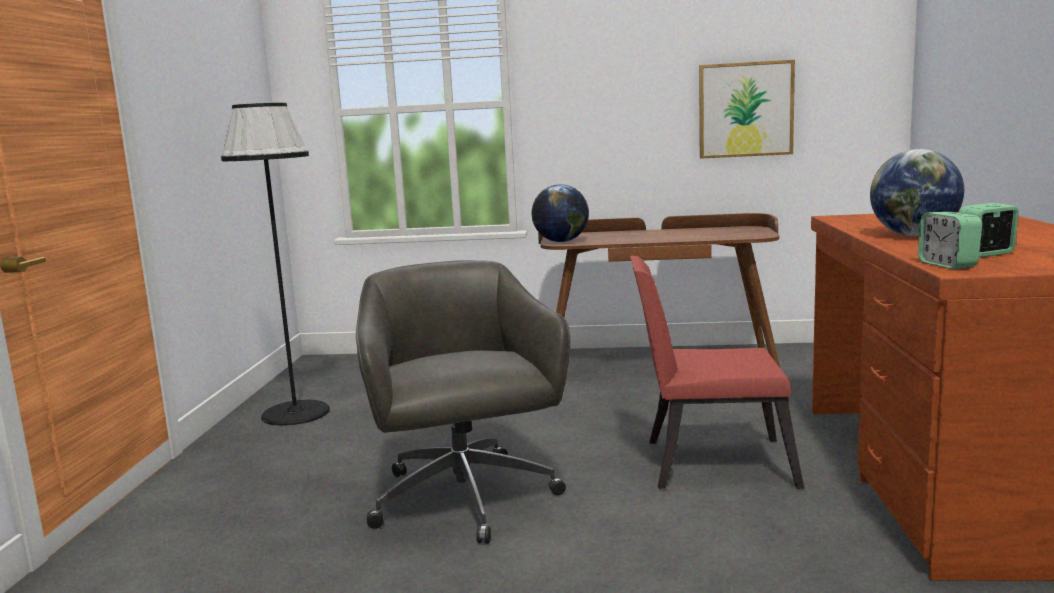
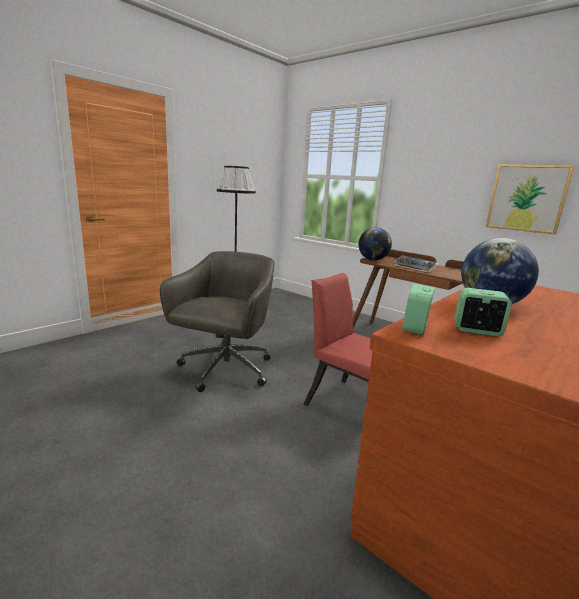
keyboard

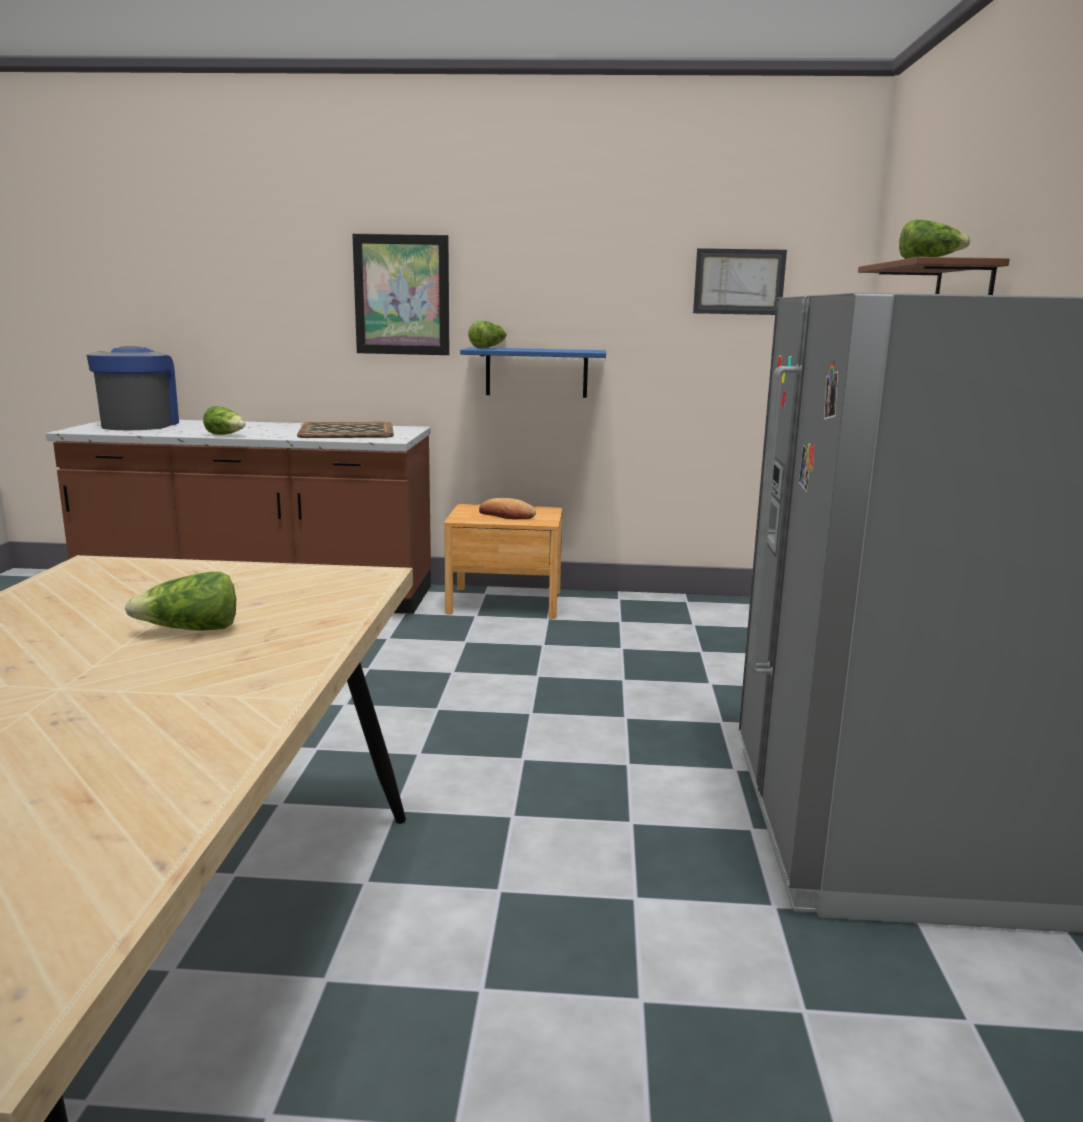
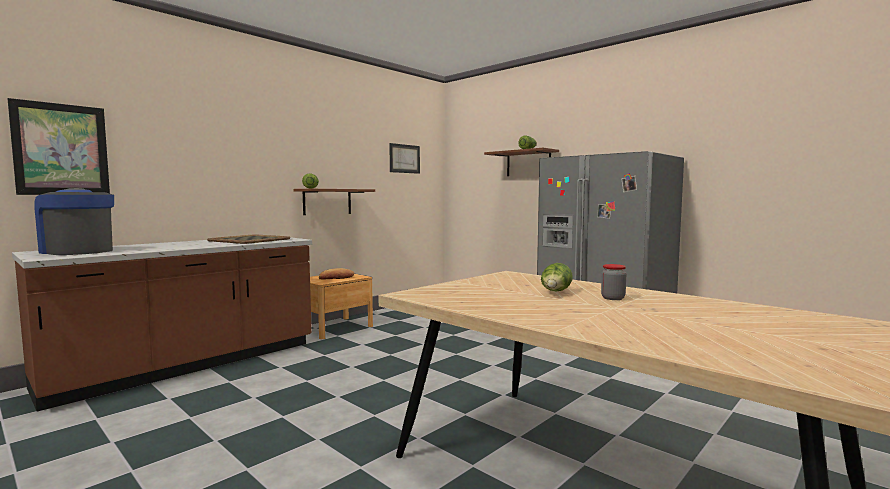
picture (1st from left)
brown shelf (1st from left)
lettuce (2nd from left in the first image)
jar

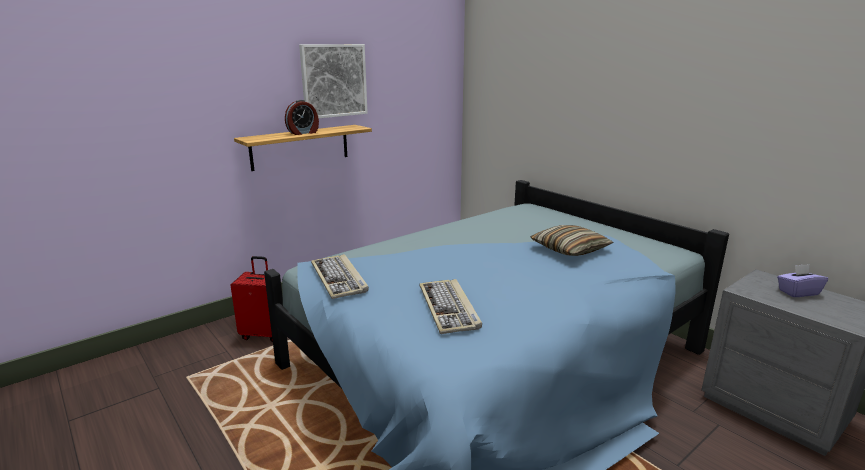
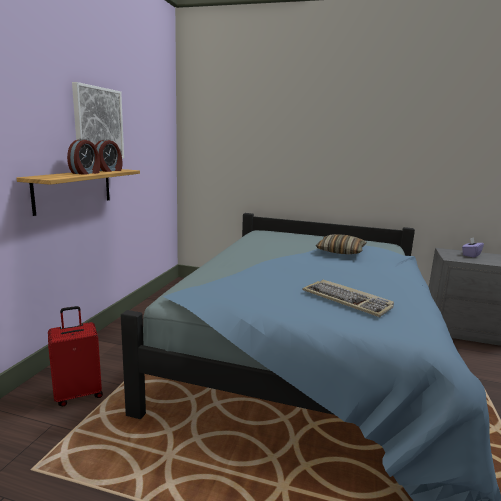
keyboard (1st from left in the first image)
alarm clock (2nd from left)

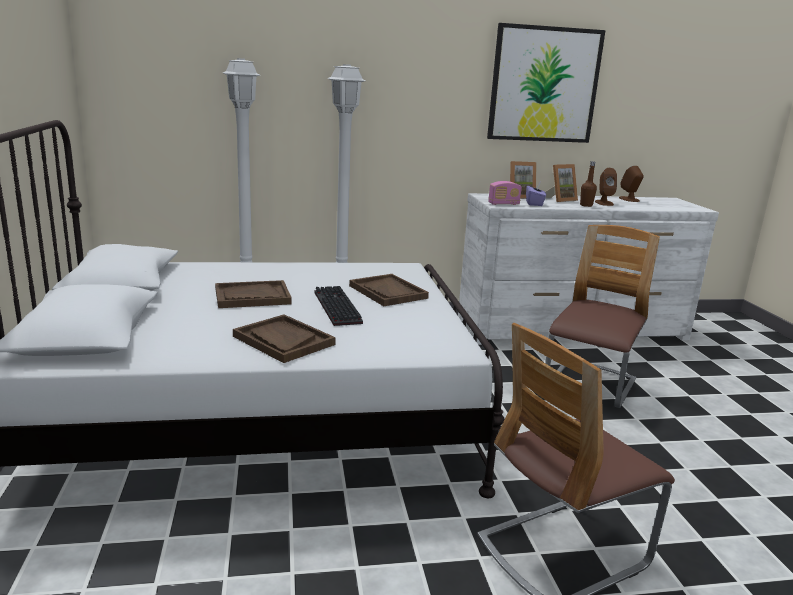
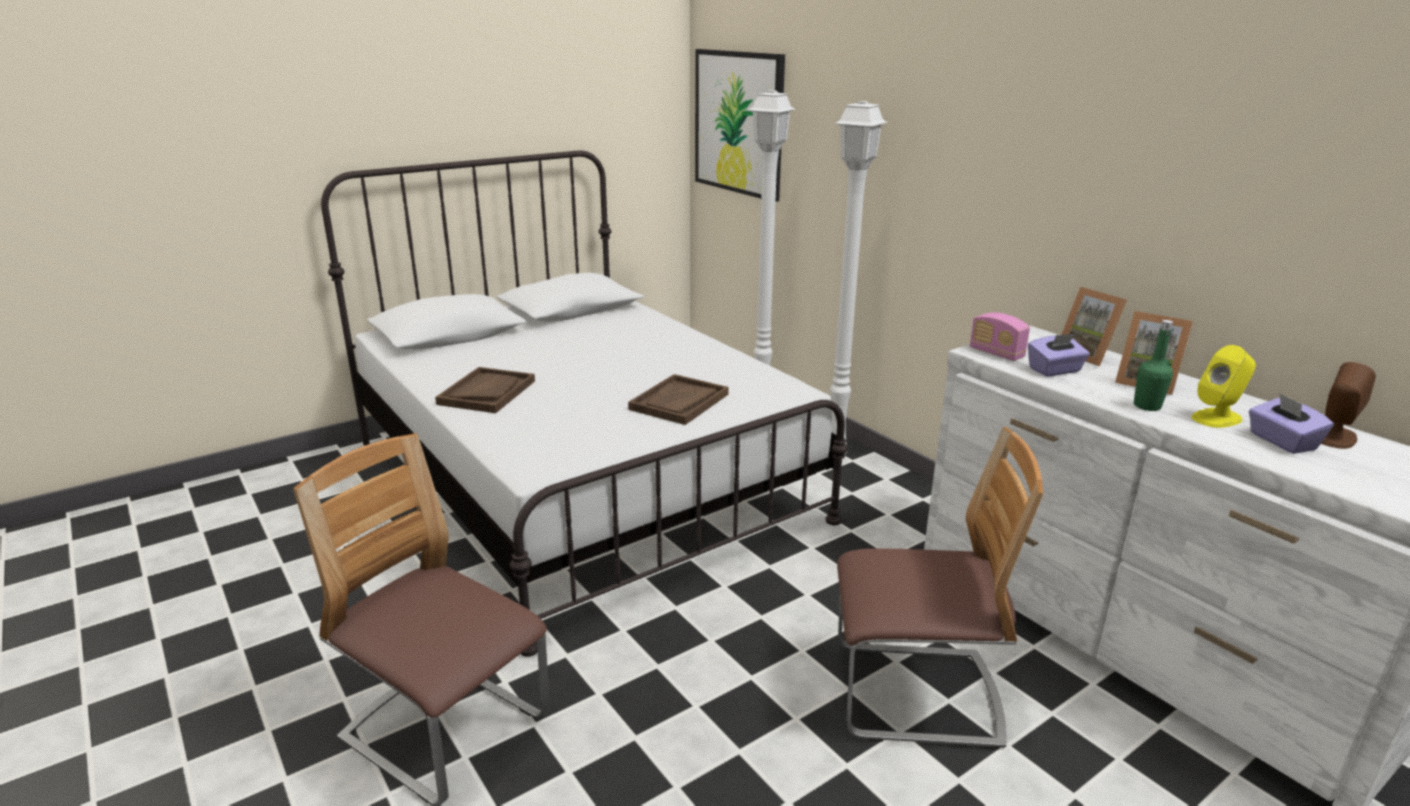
picture
green bottle
yellow speaker
brown tray (1st from left in the first image)
keyboard
purple tissue box (2nd from left)

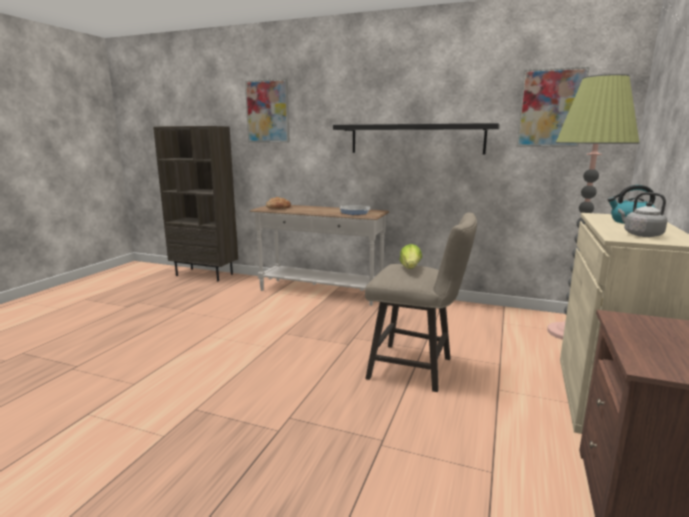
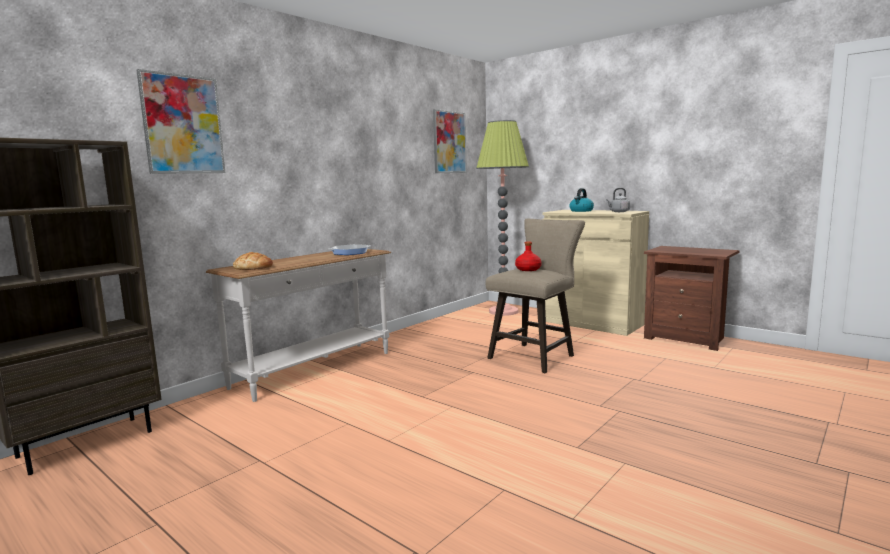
black shelf
red bottle

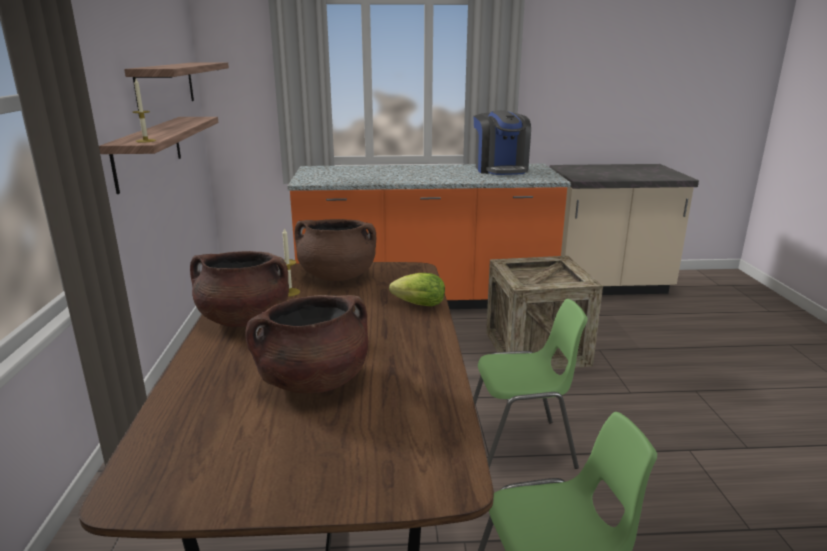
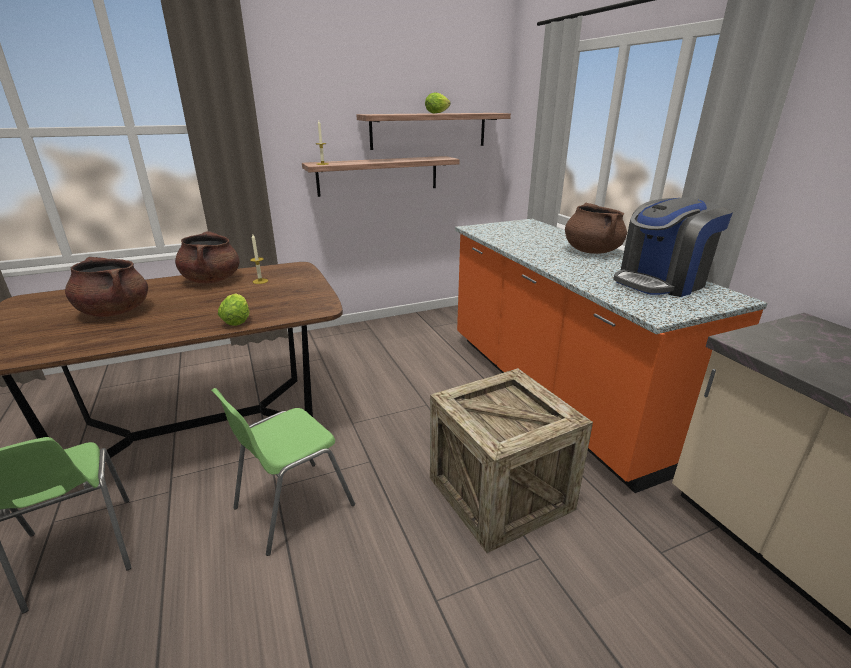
brown cooking pot (3rd from left)
green chair (2nd from left)
lettuce (2nd from left)

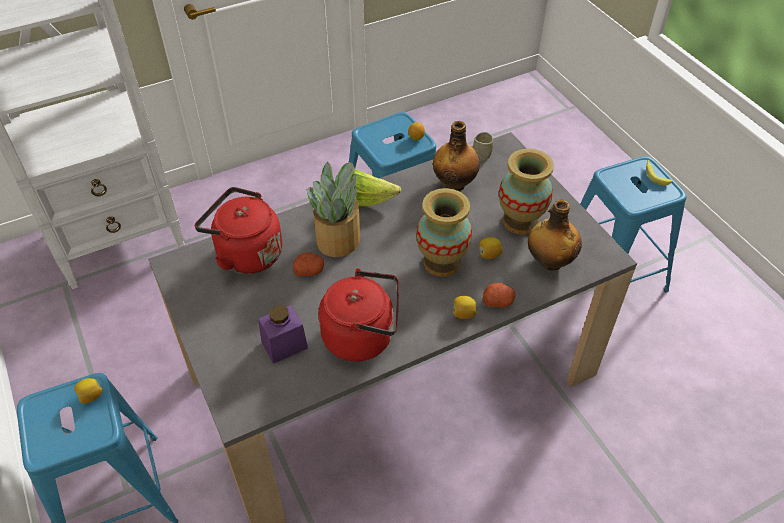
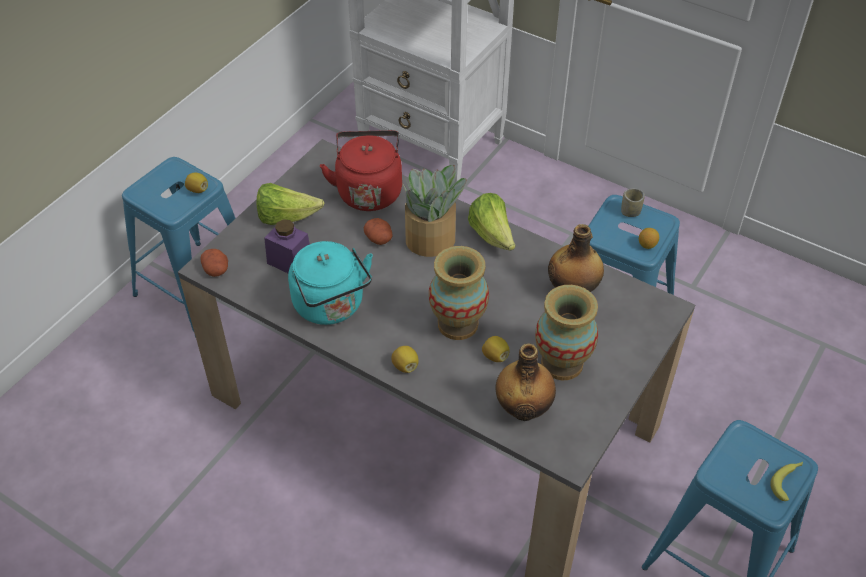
cup
turquoise kettle
potato (1st from left)
lettuce (1st from left)

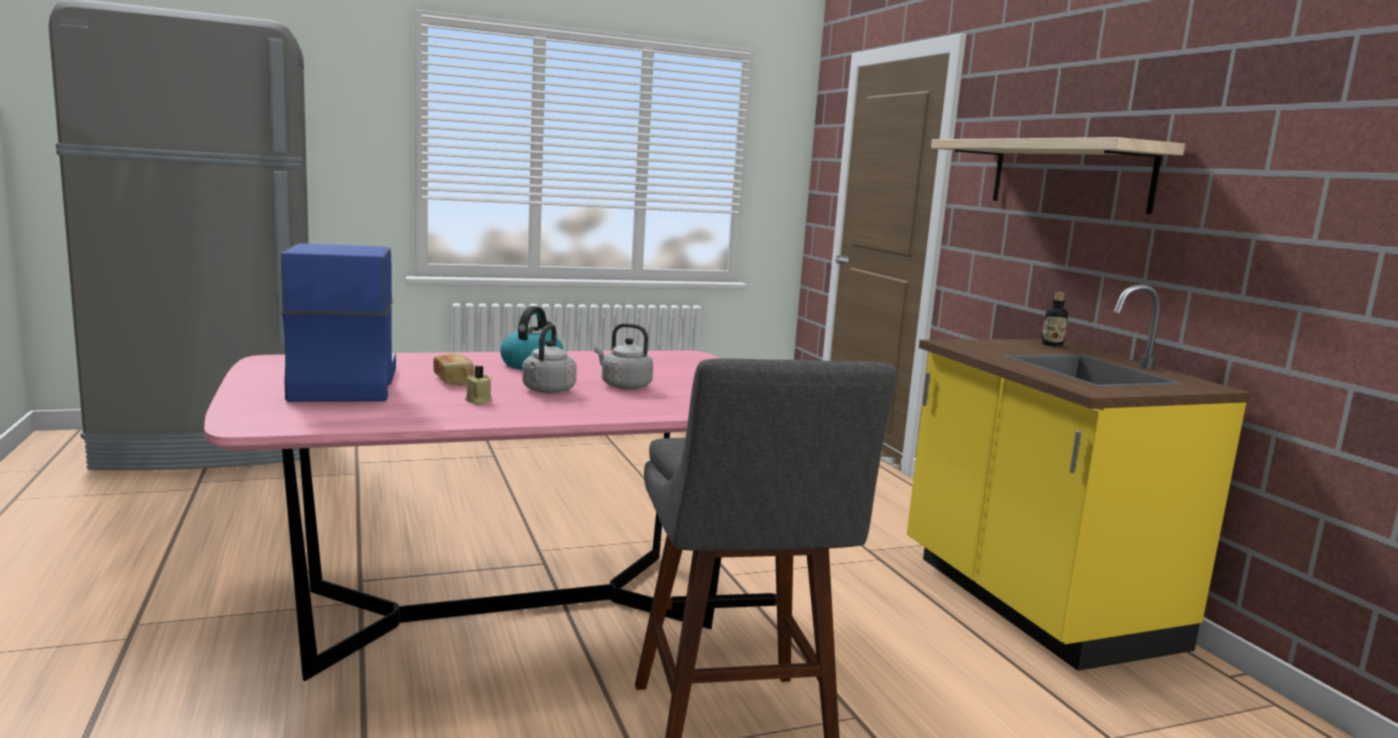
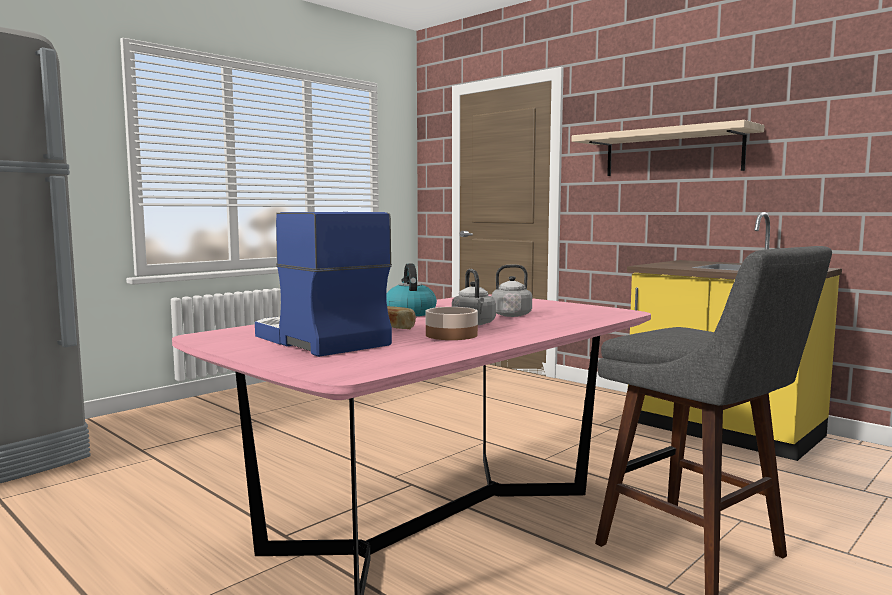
bottle
bowl

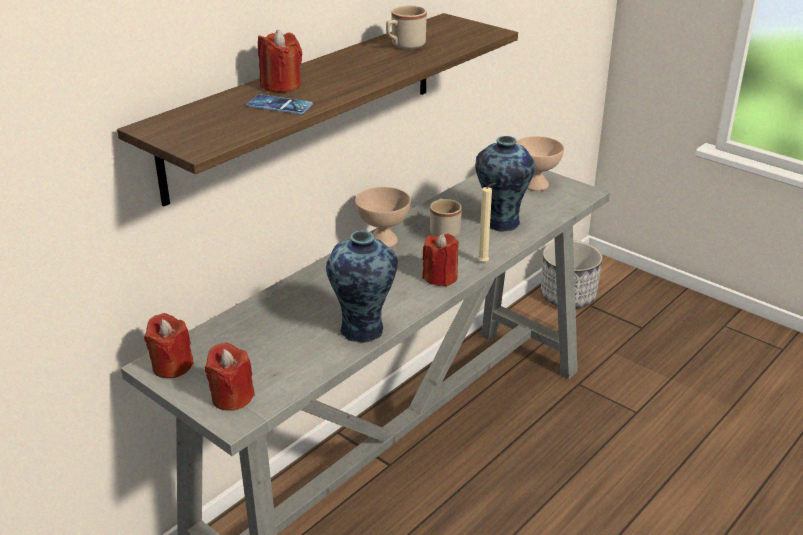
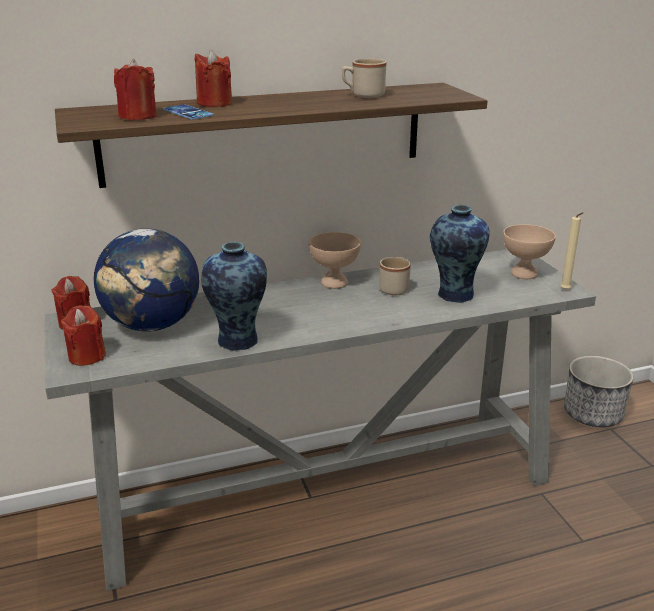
beige candle
red candle (3rd from left)
globe

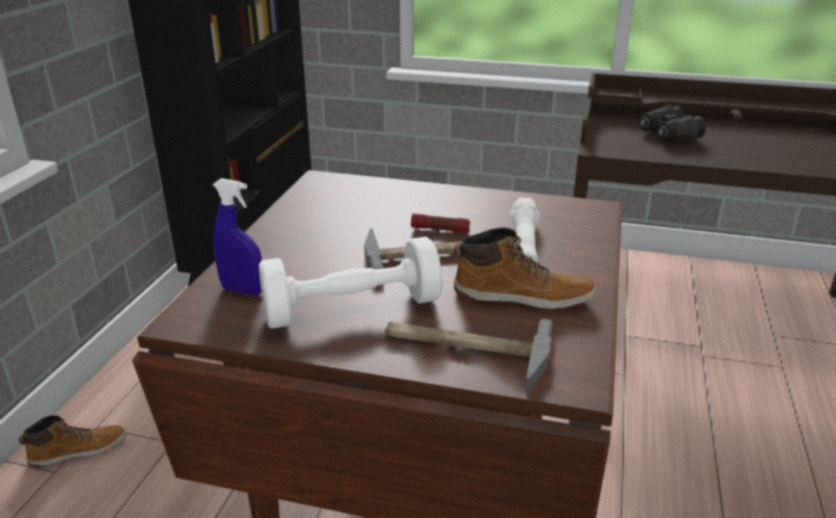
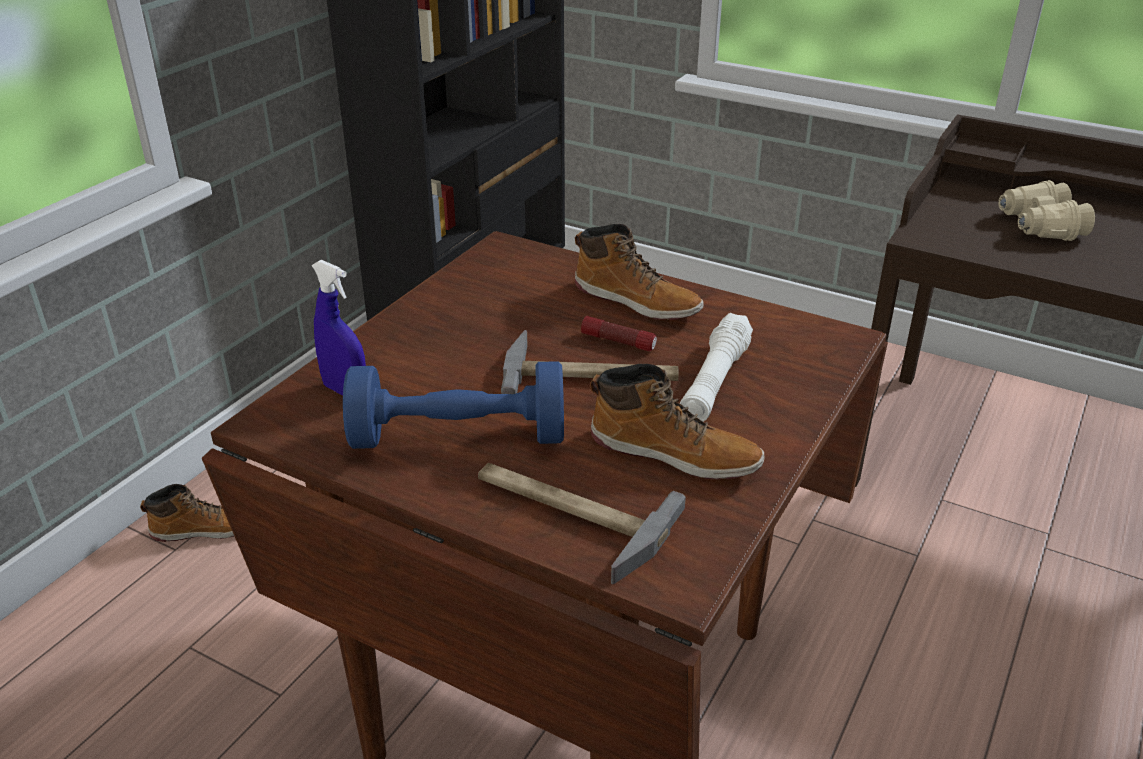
beige binoculars
blue dumbbell
boot (2nd from left)

